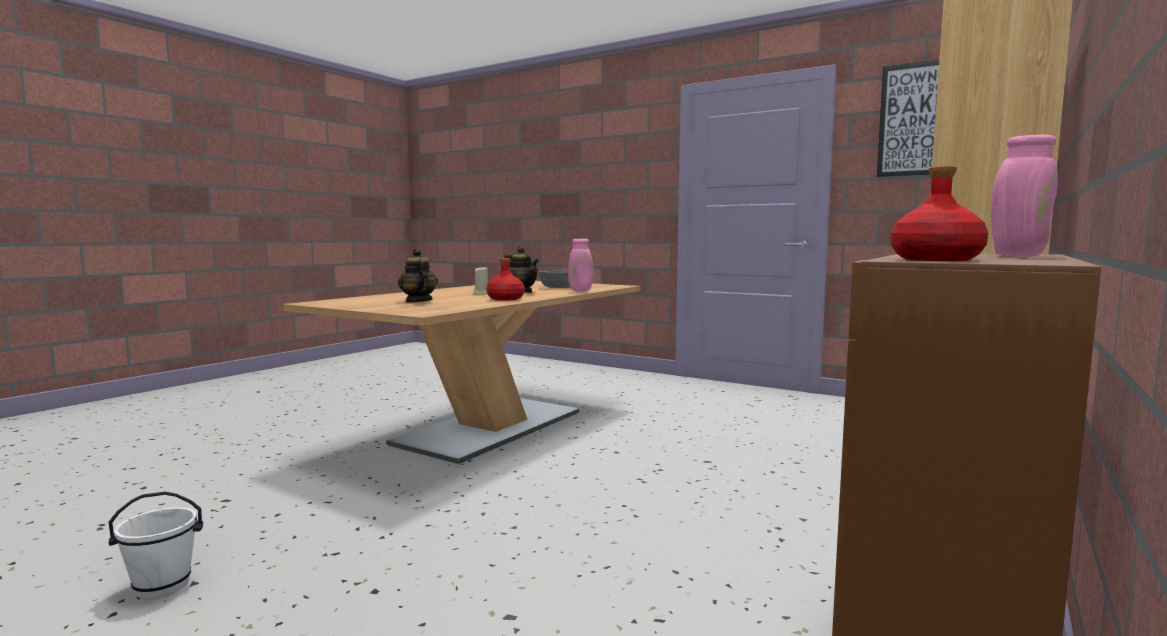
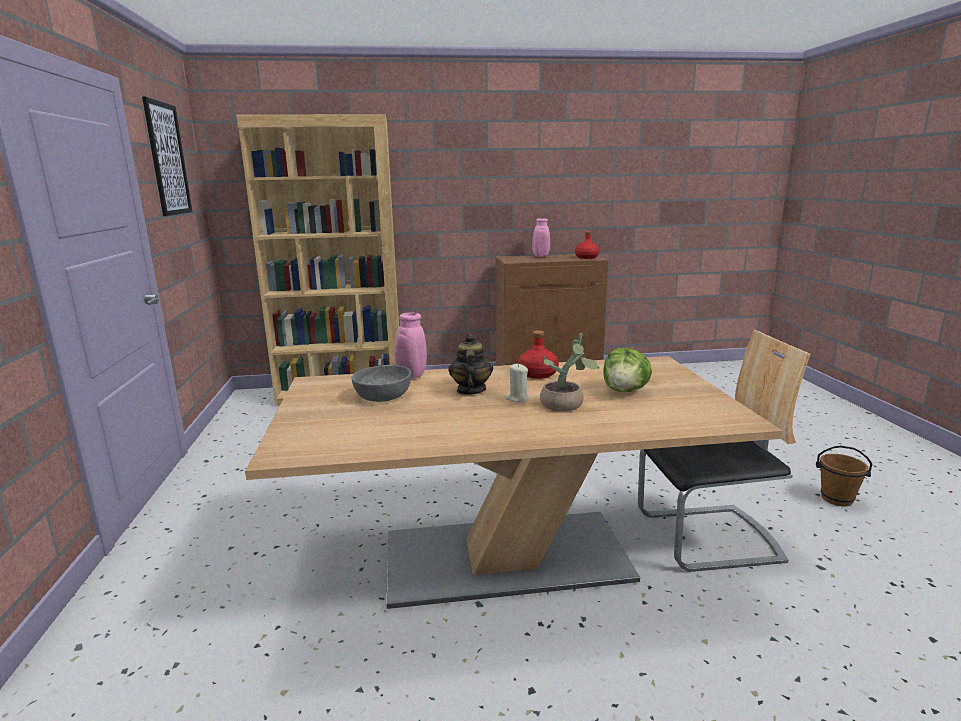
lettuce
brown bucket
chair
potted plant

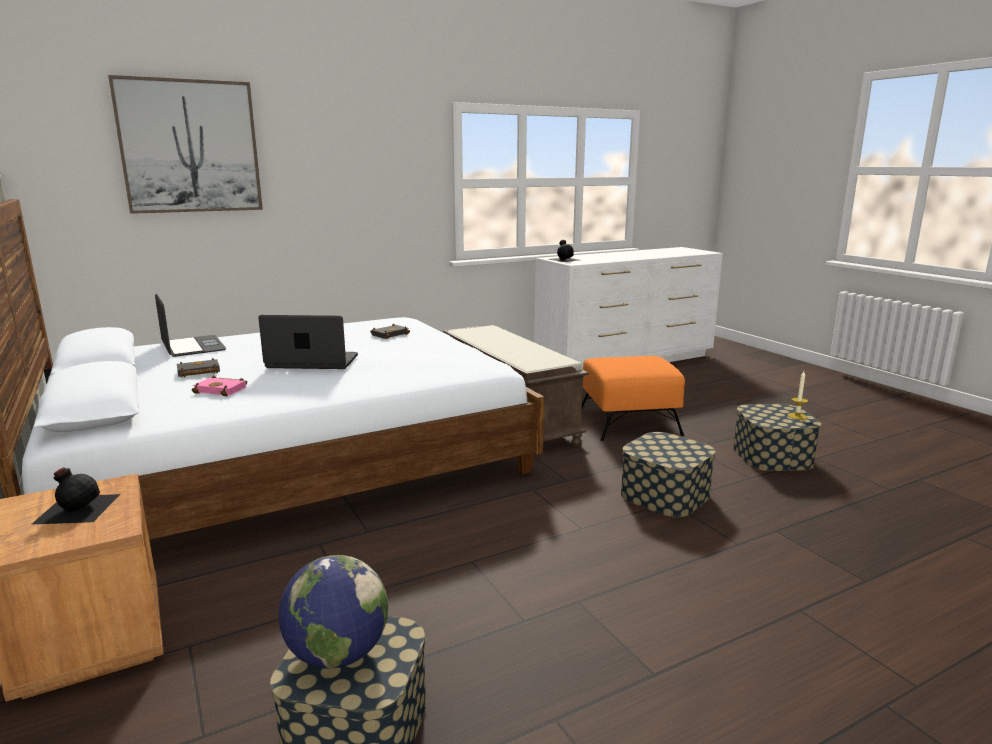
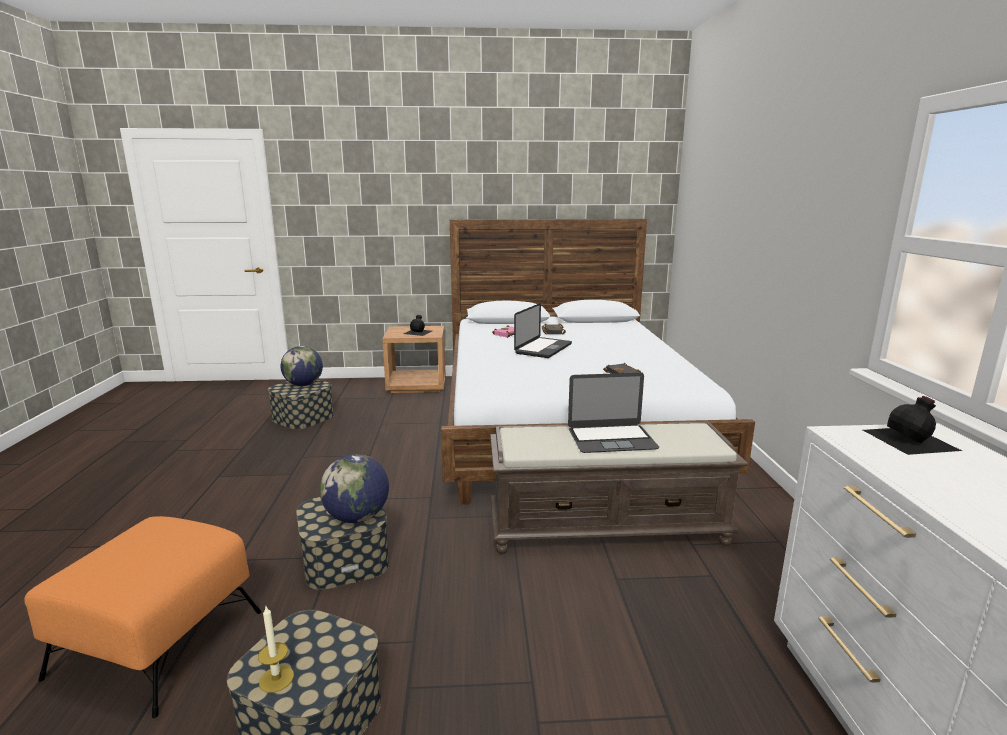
picture
laptop (2nd from left)
orange ottoman
globe (2nd from left)

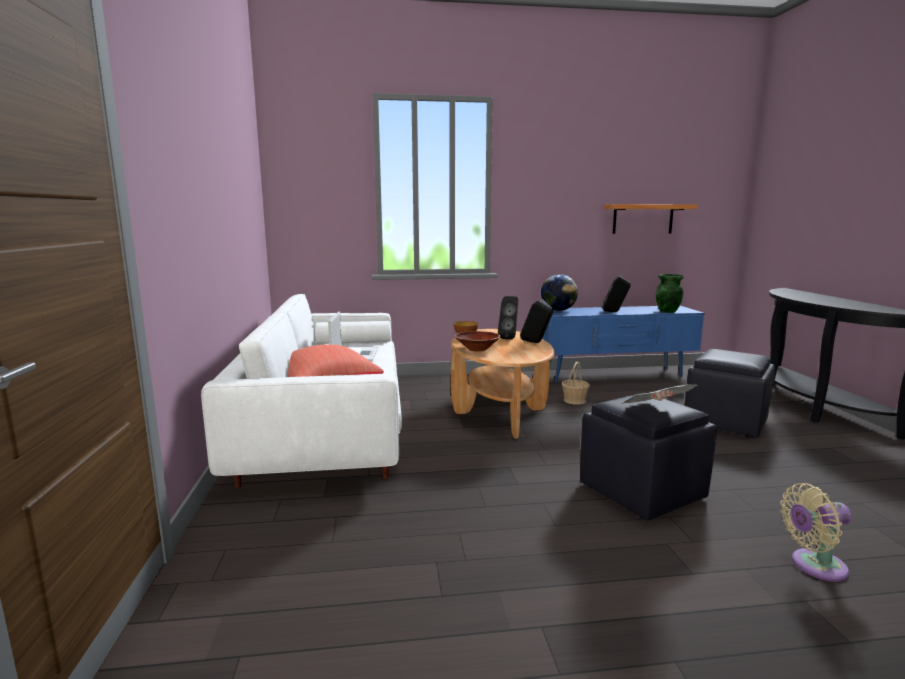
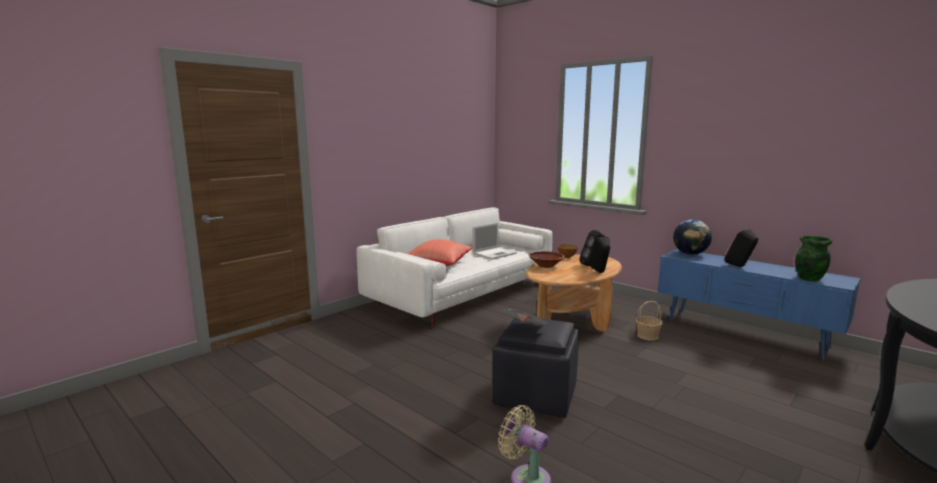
shelf
black ottoman (2nd from left in the first image)

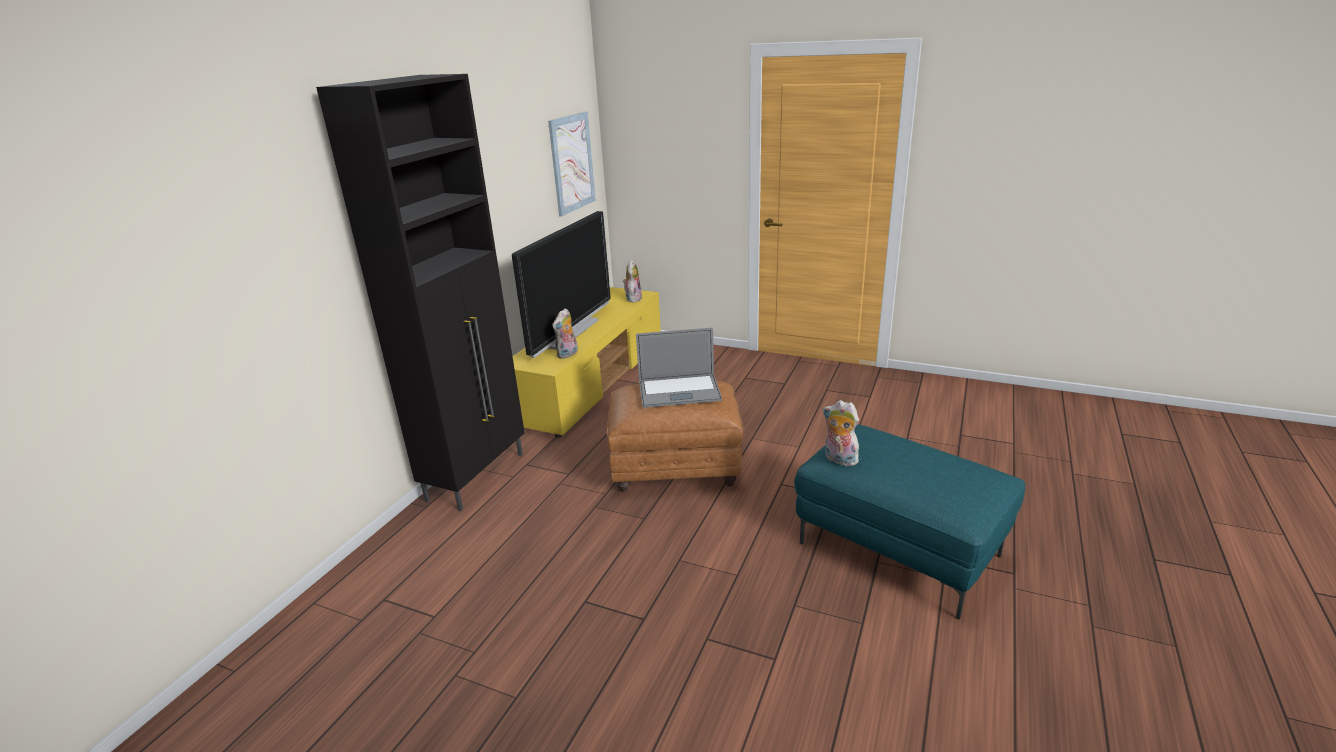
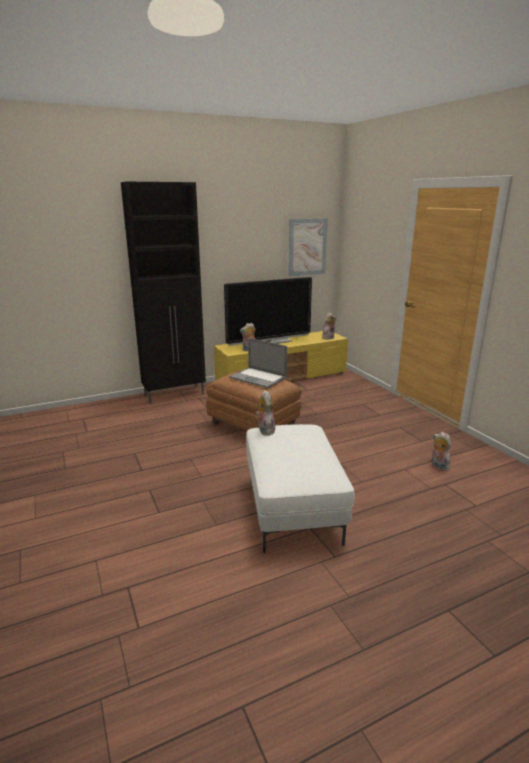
white ottoman
plush toy (4th from left)

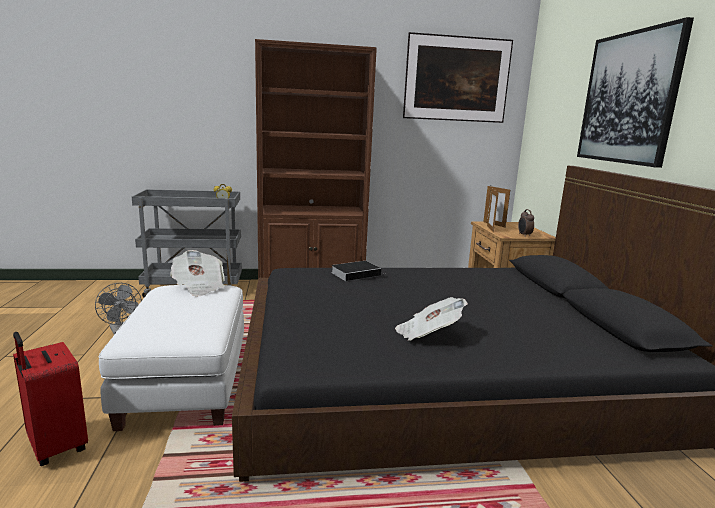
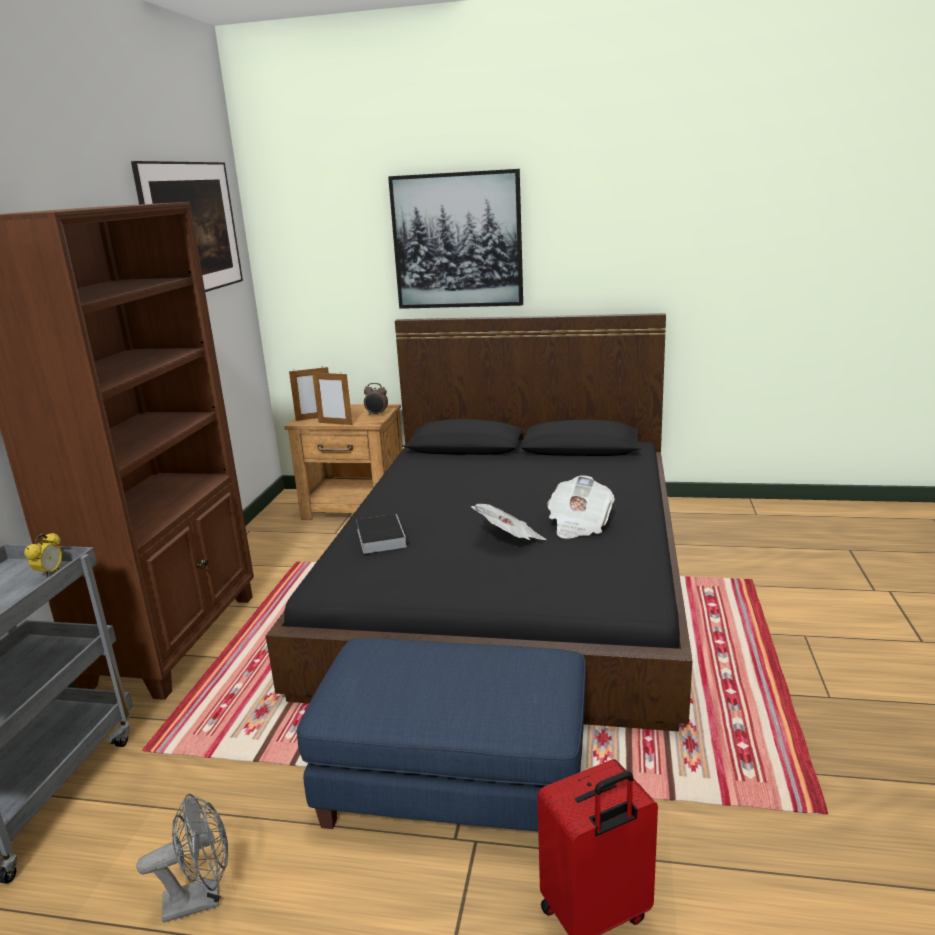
newspaper (1st from left)
blue ottoman

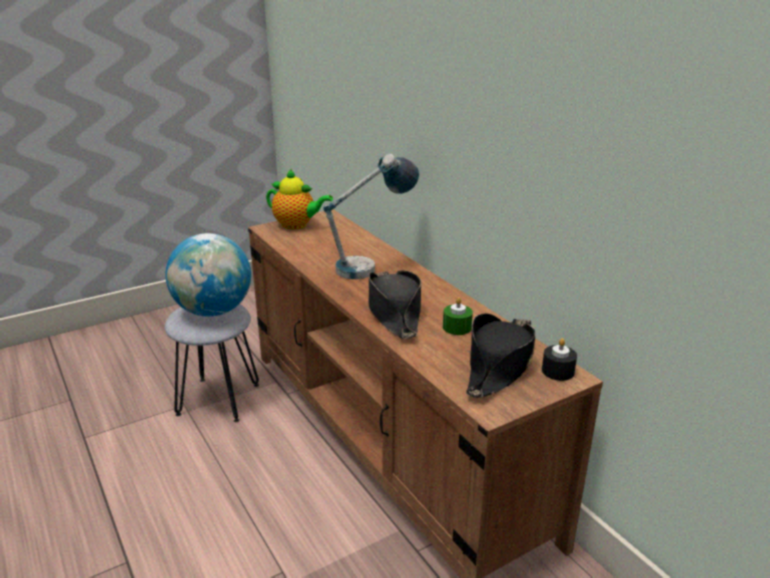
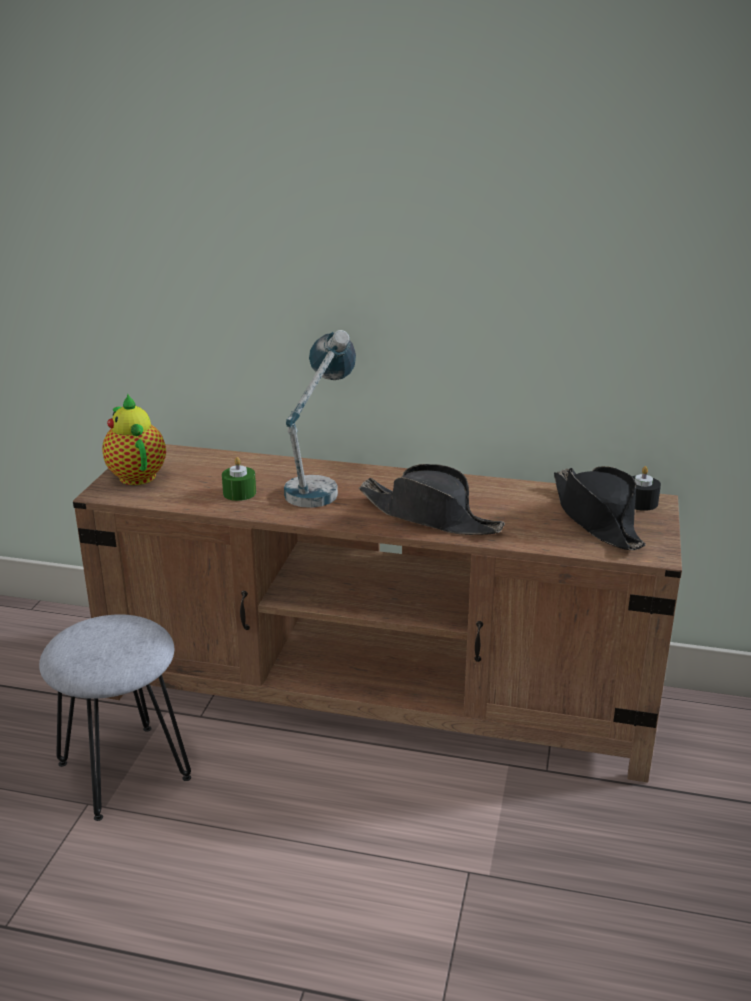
teapot
globe
green candle

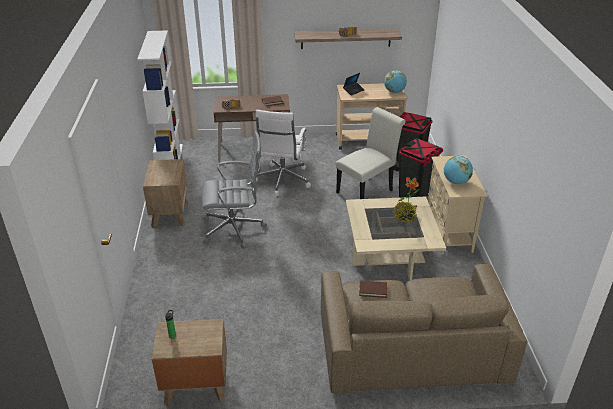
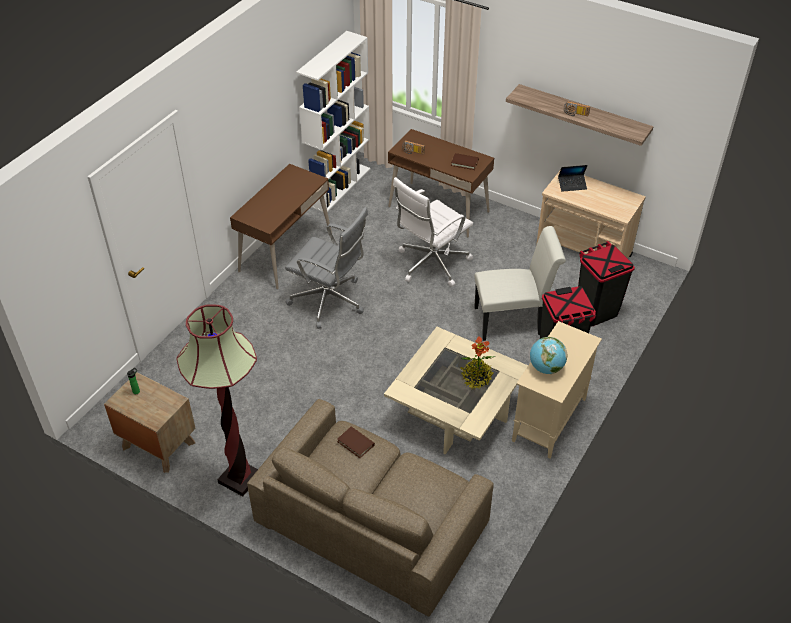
globe (1st from left in the first image)
brown desk (1st from left)
floor lamp

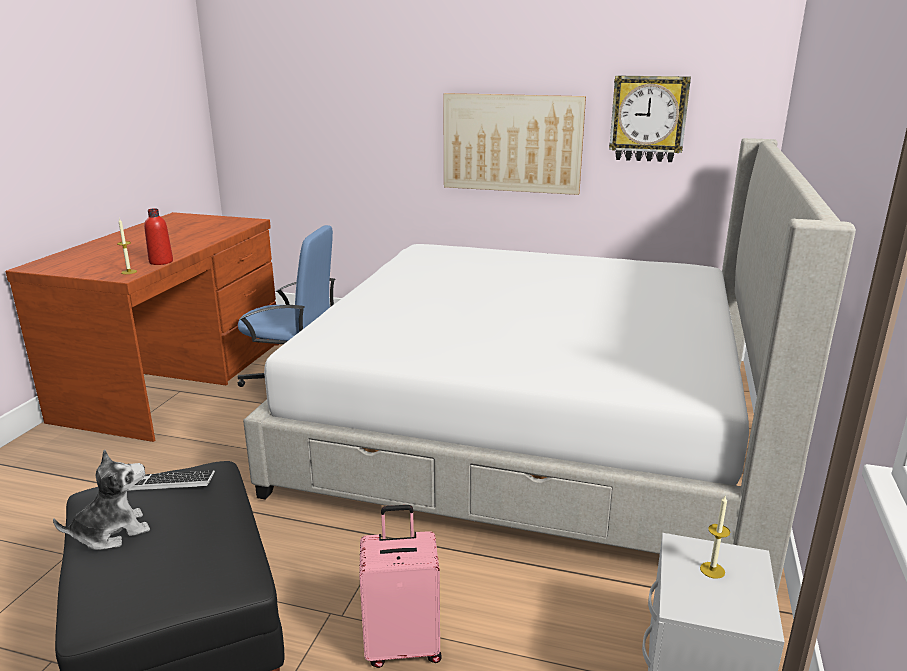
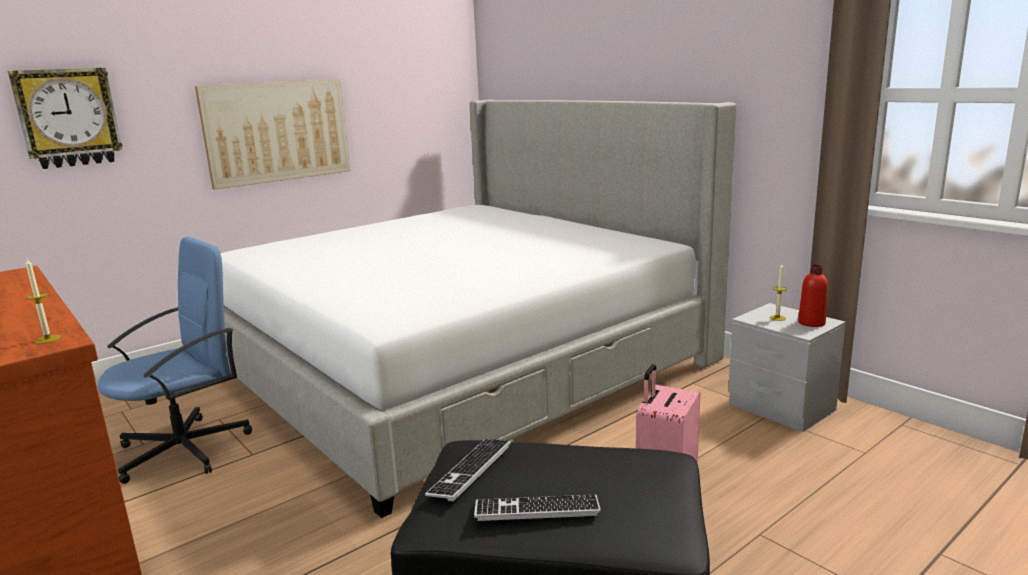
wall clock
red bottle
keyboard (2nd from left)

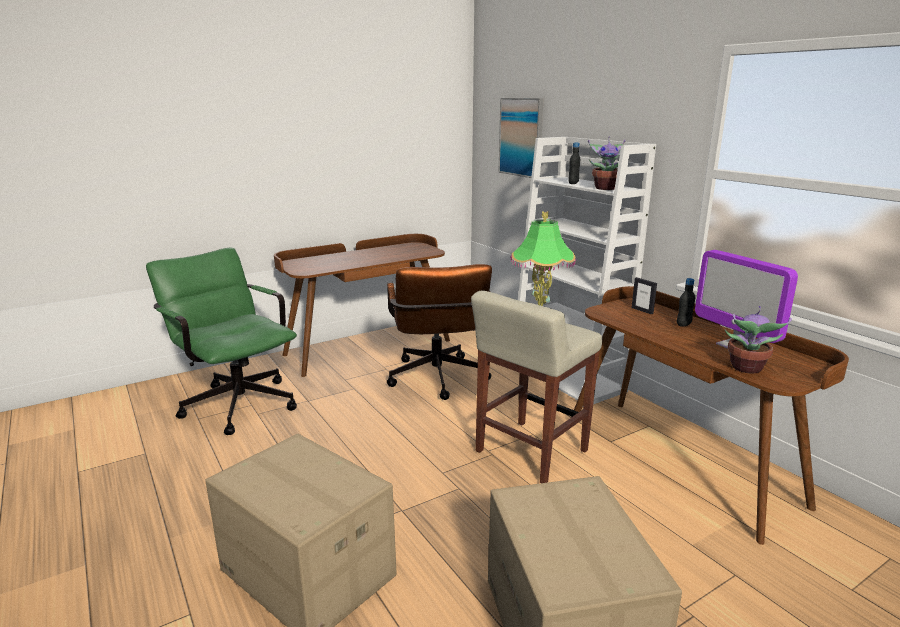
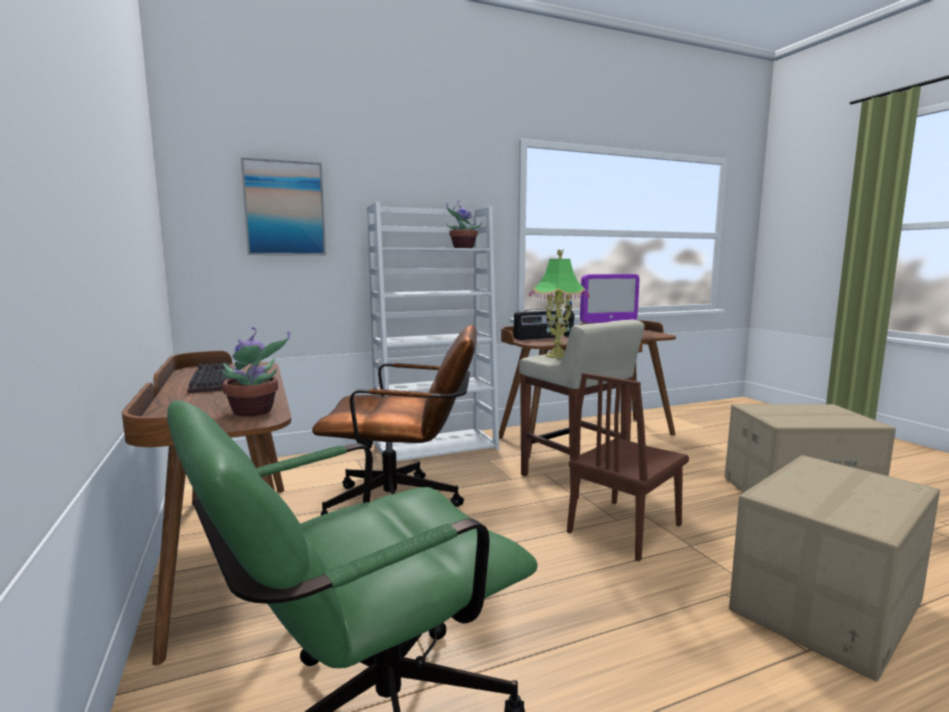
black bottle (1st from left in the first image)
radio
potted plant (1st from left)
keyboard
brown chair

